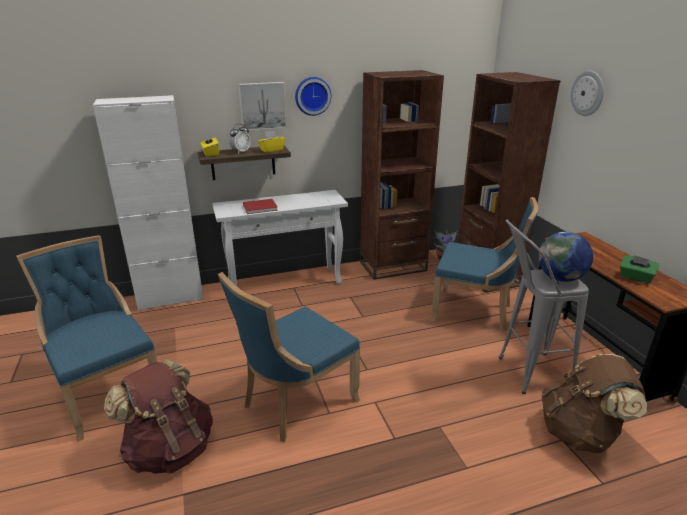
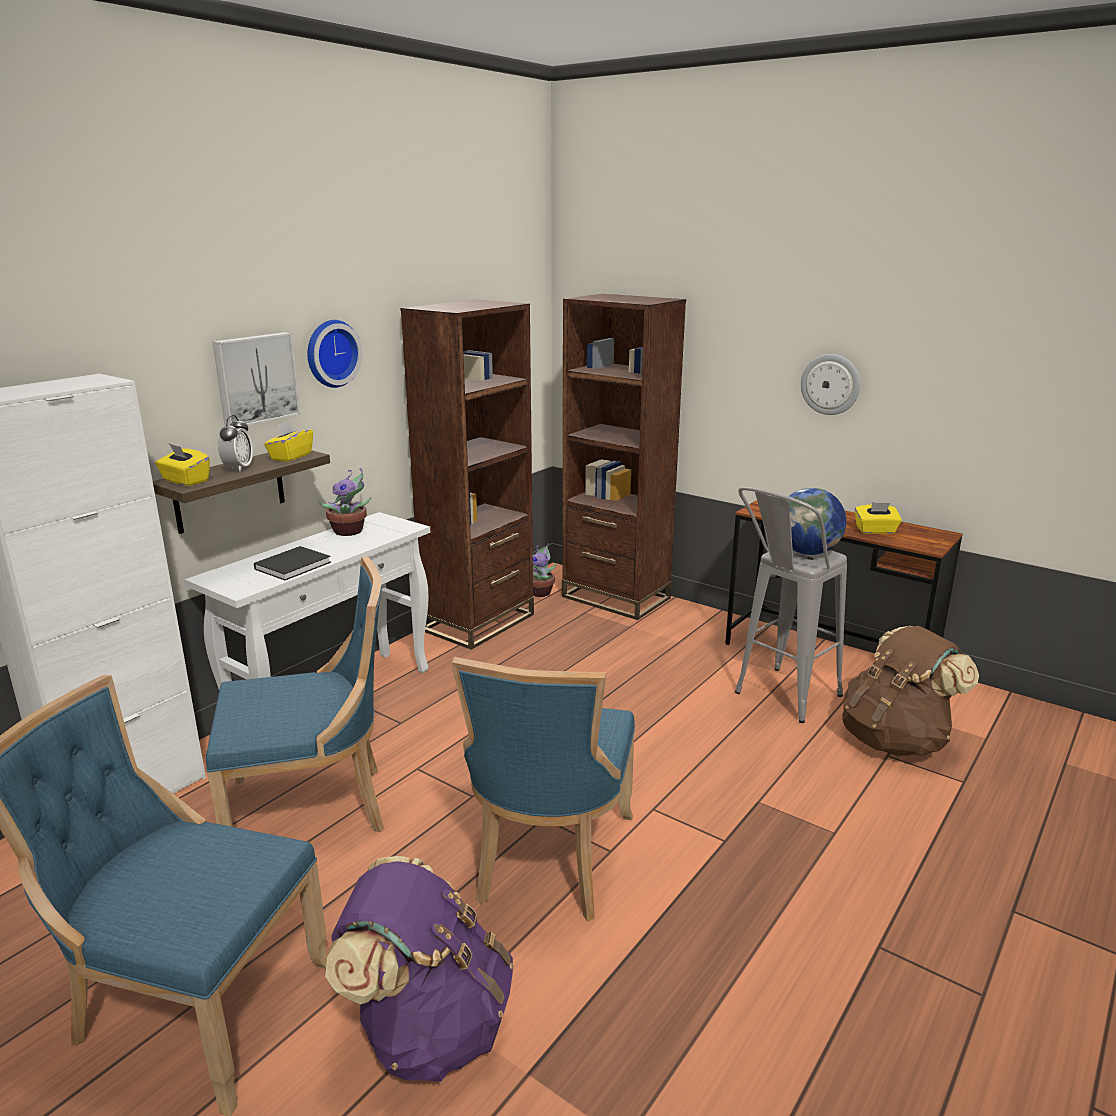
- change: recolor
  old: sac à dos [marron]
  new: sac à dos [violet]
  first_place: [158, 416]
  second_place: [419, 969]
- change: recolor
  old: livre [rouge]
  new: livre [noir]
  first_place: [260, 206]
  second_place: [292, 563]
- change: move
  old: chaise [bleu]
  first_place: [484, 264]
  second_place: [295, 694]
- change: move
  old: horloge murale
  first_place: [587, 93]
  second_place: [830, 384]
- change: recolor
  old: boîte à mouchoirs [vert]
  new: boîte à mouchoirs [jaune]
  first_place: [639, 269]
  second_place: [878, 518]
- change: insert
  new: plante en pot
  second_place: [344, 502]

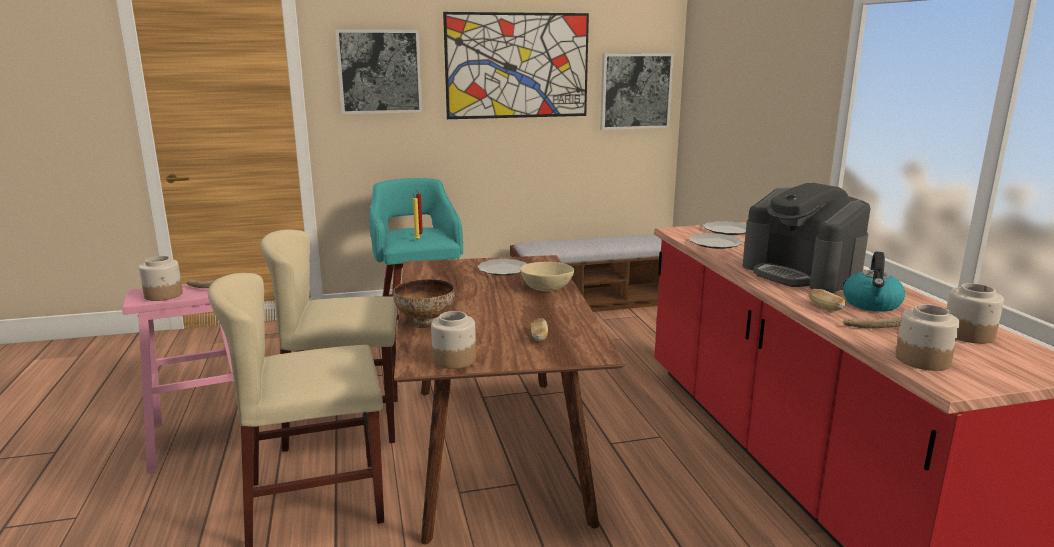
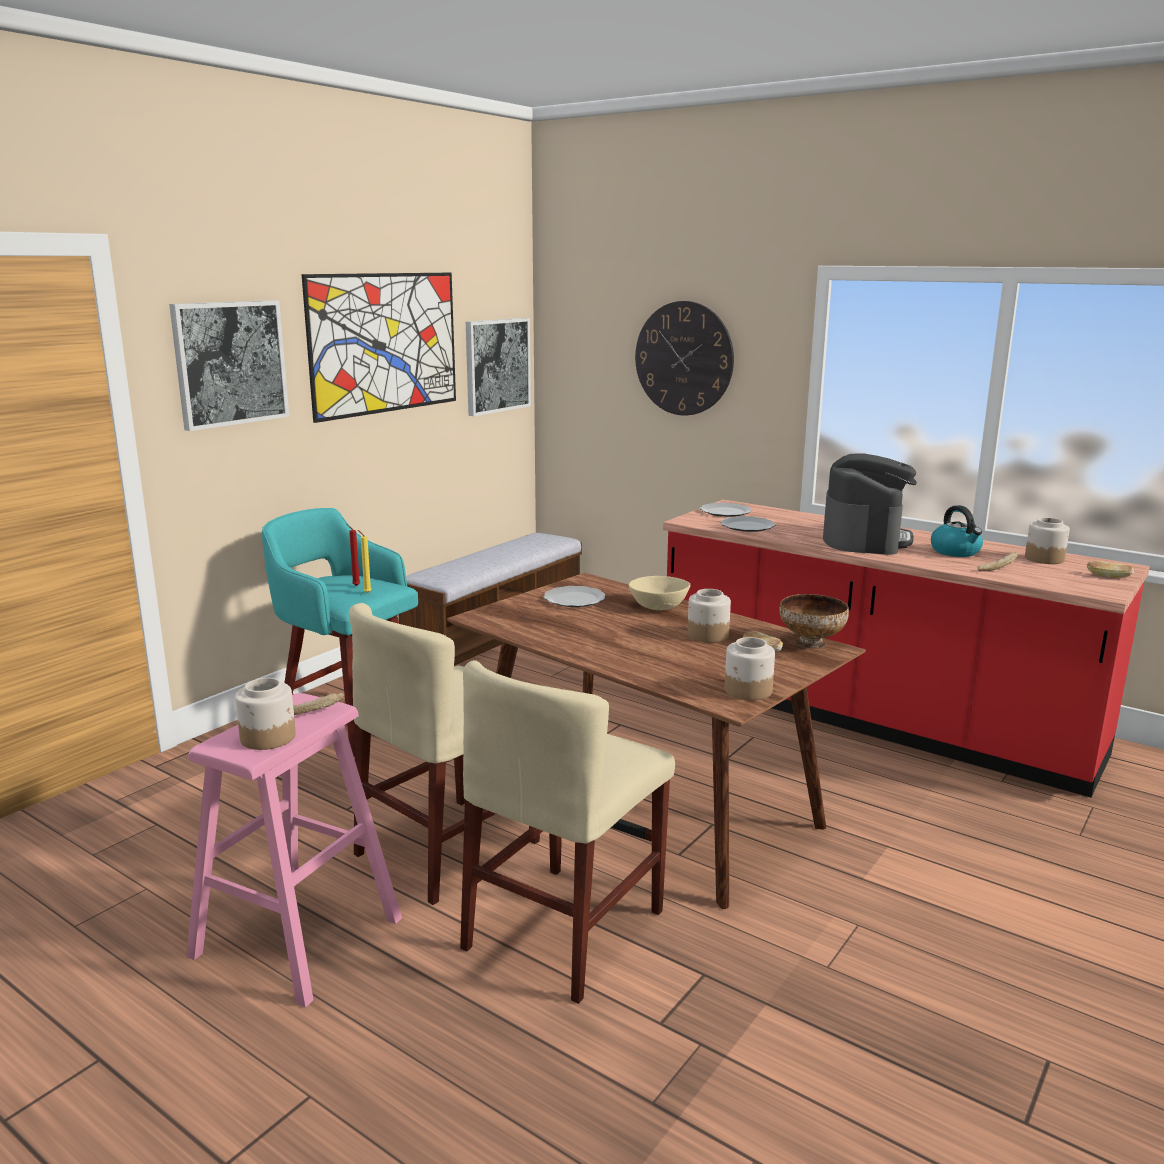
- change: move
  old: bol
  first_place: [424, 303]
  second_place: [814, 621]
- change: rotate
  old: machine à café
  first_place: [806, 238]
  second_place: [870, 504]
  degrees: -90
- change: move
  old: pain
  first_place: [827, 300]
  second_place: [1110, 569]
- change: move
  old: bocal
  first_place: [928, 337]
  second_place: [709, 616]
- change: insert
  new: horloge murale
  second_place: [684, 358]

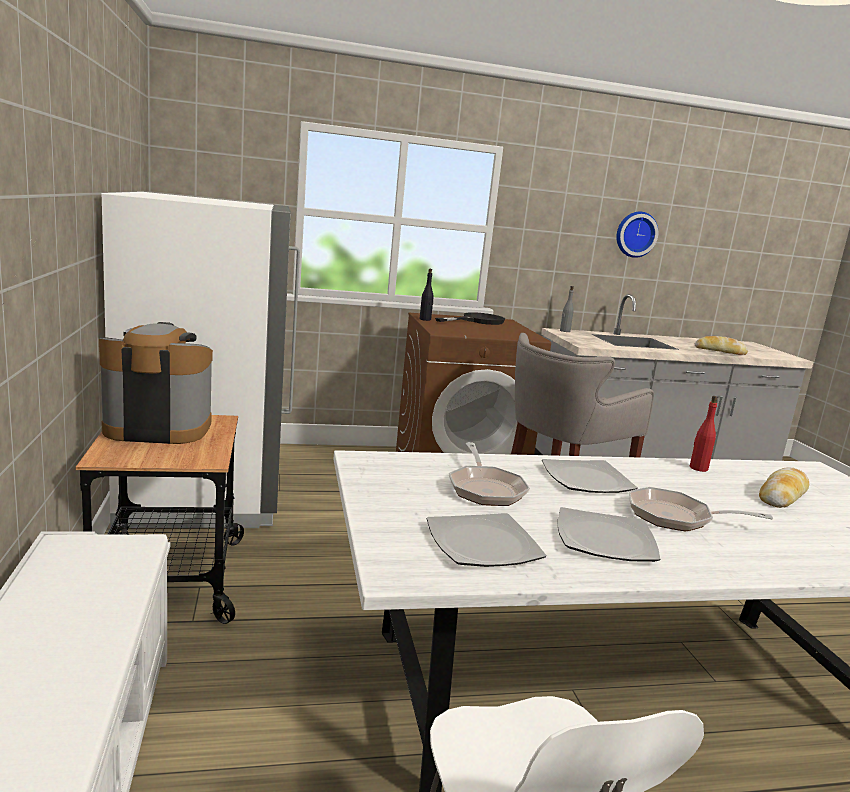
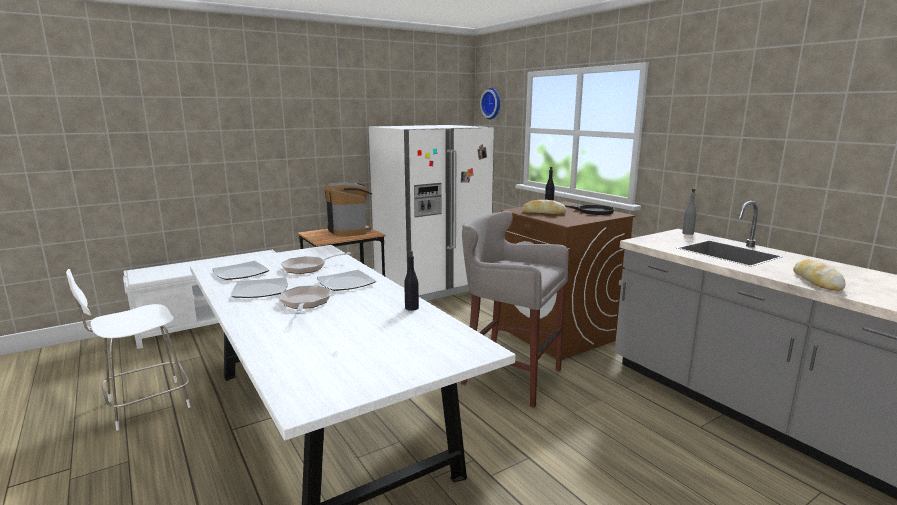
- change: move
  old: horloge murale
  first_place: [637, 235]
  second_place: [490, 103]
- change: recolor
  old: bouteille [rouge]
  new: bouteille [noir]
  first_place: [704, 434]
  second_place: [411, 281]
- change: move
  old: pain
  first_place: [784, 487]
  second_place: [544, 207]

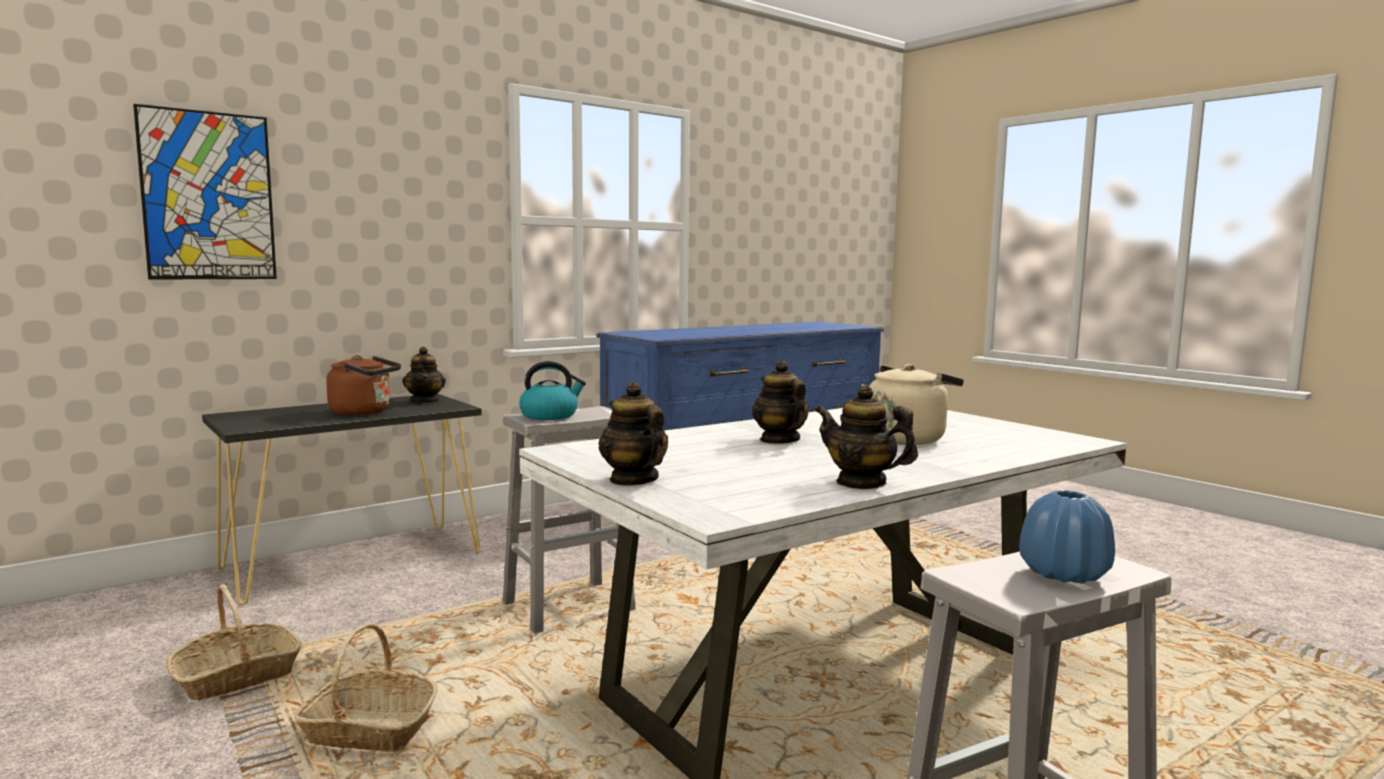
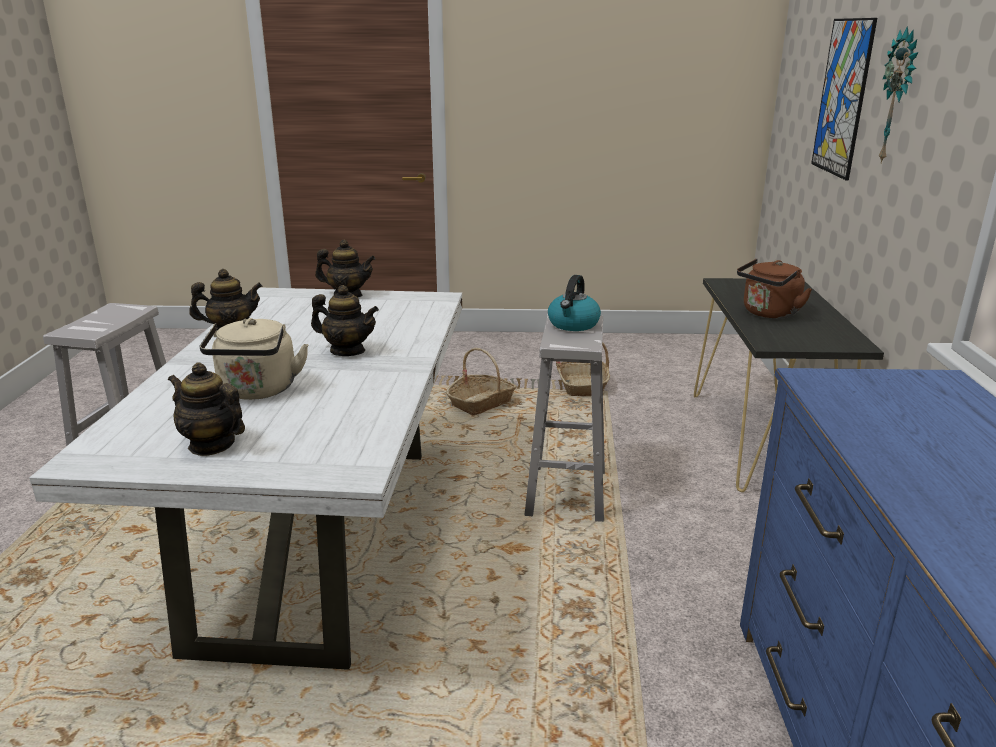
- change: move
  old: théière
  first_place: [424, 375]
  second_place: [206, 409]
- change: delete
  old: vase [bleu]
  first_place: [1067, 536]
- change: insert
  new: horloge murale
  second_place: [898, 94]

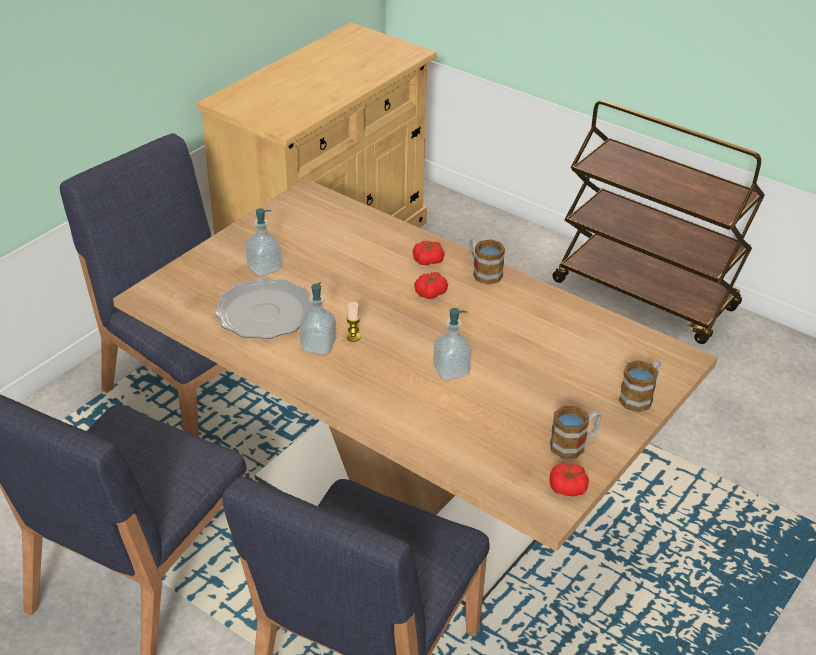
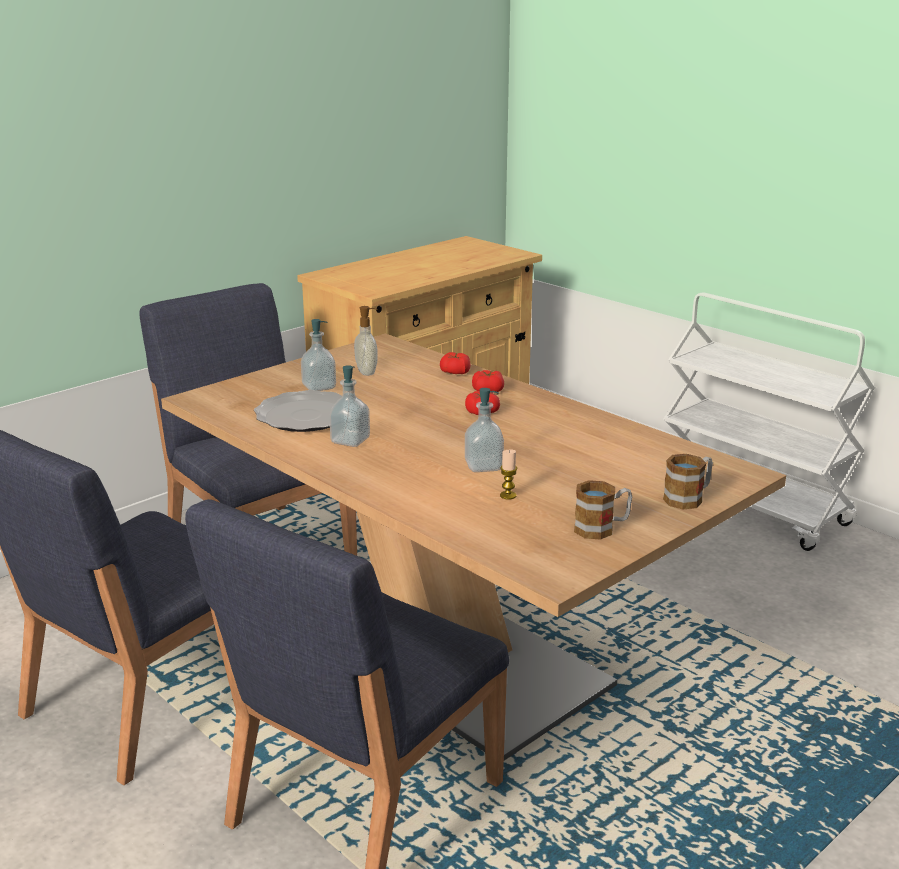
- change: move
  old: bougie
  first_place: [353, 322]
  second_place: [508, 475]
- change: delete
  old: mug
  first_place: [487, 262]
- change: move
  old: tomate
  first_place: [569, 480]
  second_place: [455, 363]
- change: recolor
  old: chariot [marron]
  new: chariot [blanc]
  first_place: [658, 222]
  second_place: [769, 421]
- change: insert
  new: distributeur de savon
  second_place: [366, 341]

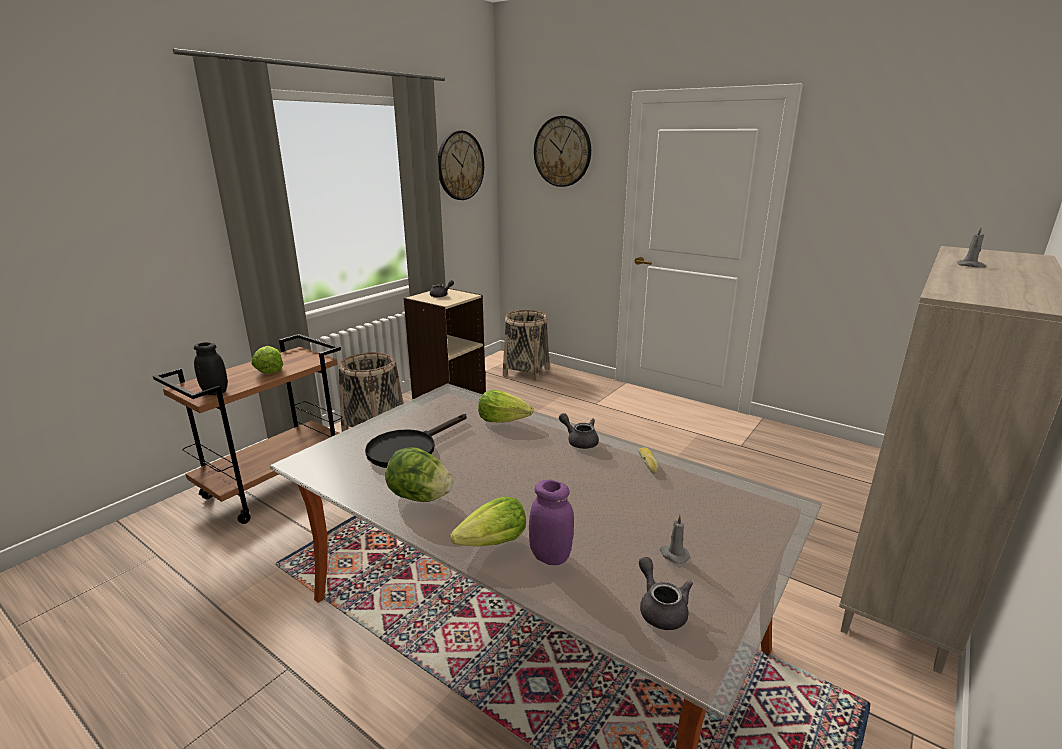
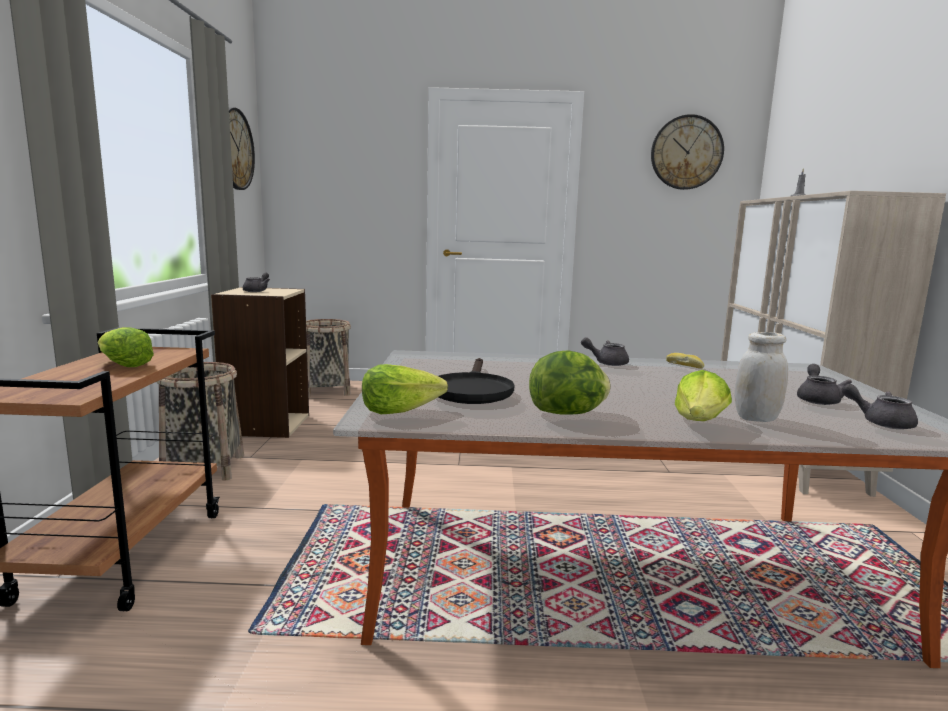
- change: delete
  old: bocal [noir]
  first_place: [211, 368]
- change: move
  old: laitue
  first_place: [505, 406]
  second_place: [405, 389]
- change: recolor
  old: bocal [violet]
  new: bocal [blanc]
  first_place: [551, 522]
  second_place: [761, 377]
- change: move
  old: horloge murale
  first_place: [562, 151]
  second_place: [687, 152]
- change: replace
  old: bougie [gris]
  new: théière [gris]
  first_place: [675, 539]
  second_place: [824, 384]

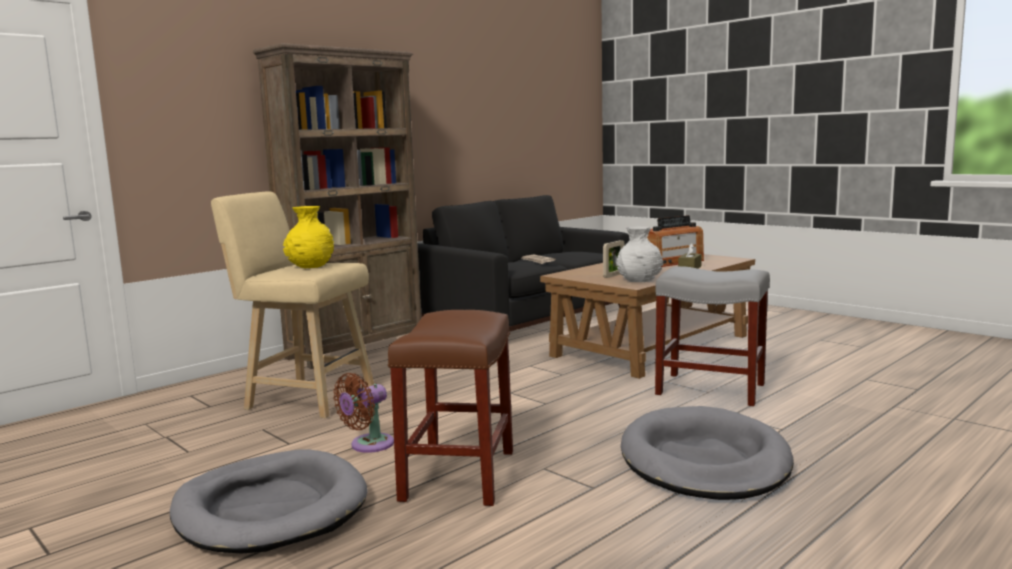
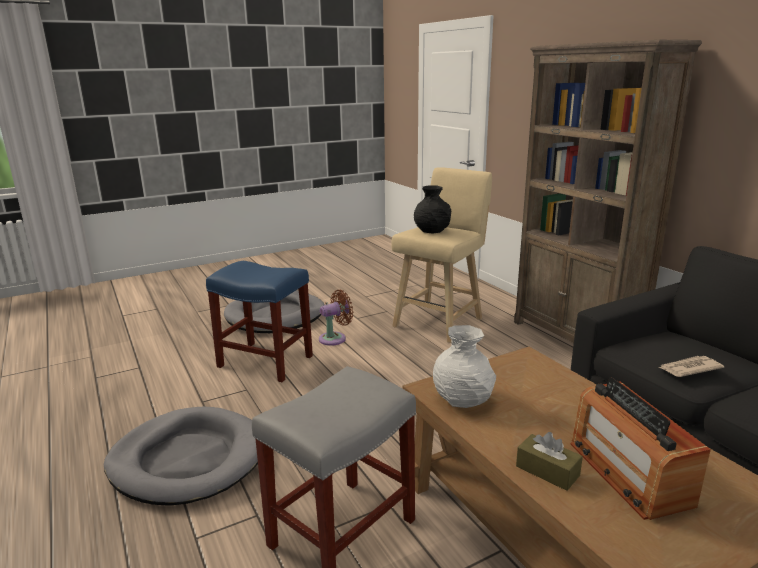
- change: recolor
  old: vase [jaune]
  new: vase [noir]
  first_place: [308, 237]
  second_place: [432, 209]
- change: rotate
  old: ventilateur [marron]
  first_place: [363, 413]
  second_place: [336, 318]
  degrees: 90
- change: recolor
  old: tabouret [marron]
  new: tabouret [bleu]
  first_place: [450, 408]
  second_place: [259, 321]
- change: delete
  old: cadre photo
  first_place: [613, 259]

